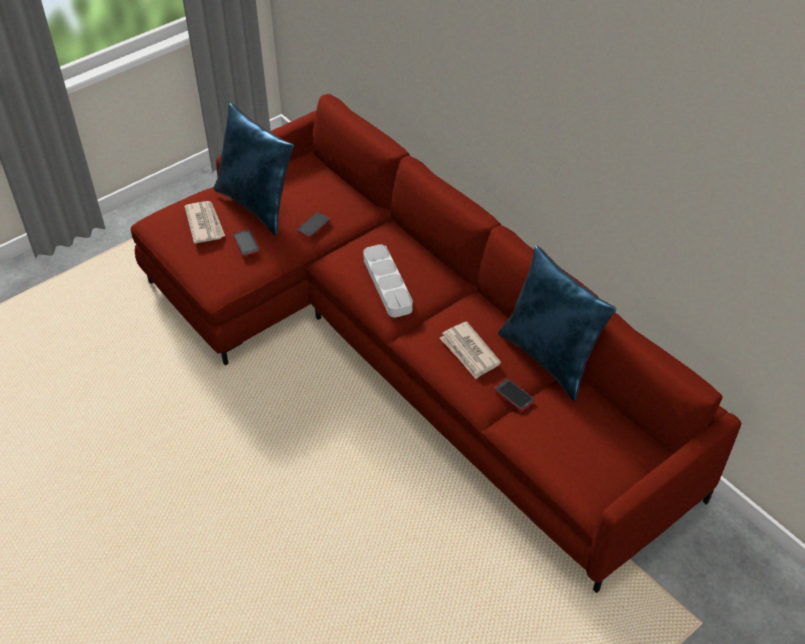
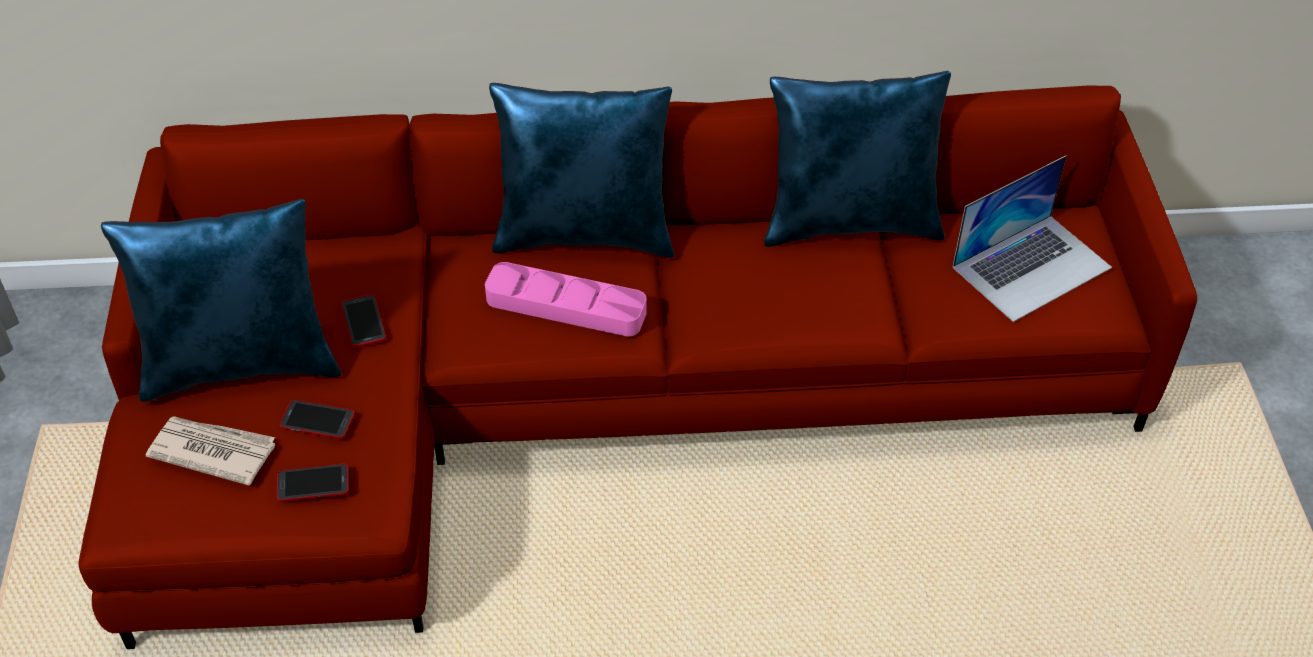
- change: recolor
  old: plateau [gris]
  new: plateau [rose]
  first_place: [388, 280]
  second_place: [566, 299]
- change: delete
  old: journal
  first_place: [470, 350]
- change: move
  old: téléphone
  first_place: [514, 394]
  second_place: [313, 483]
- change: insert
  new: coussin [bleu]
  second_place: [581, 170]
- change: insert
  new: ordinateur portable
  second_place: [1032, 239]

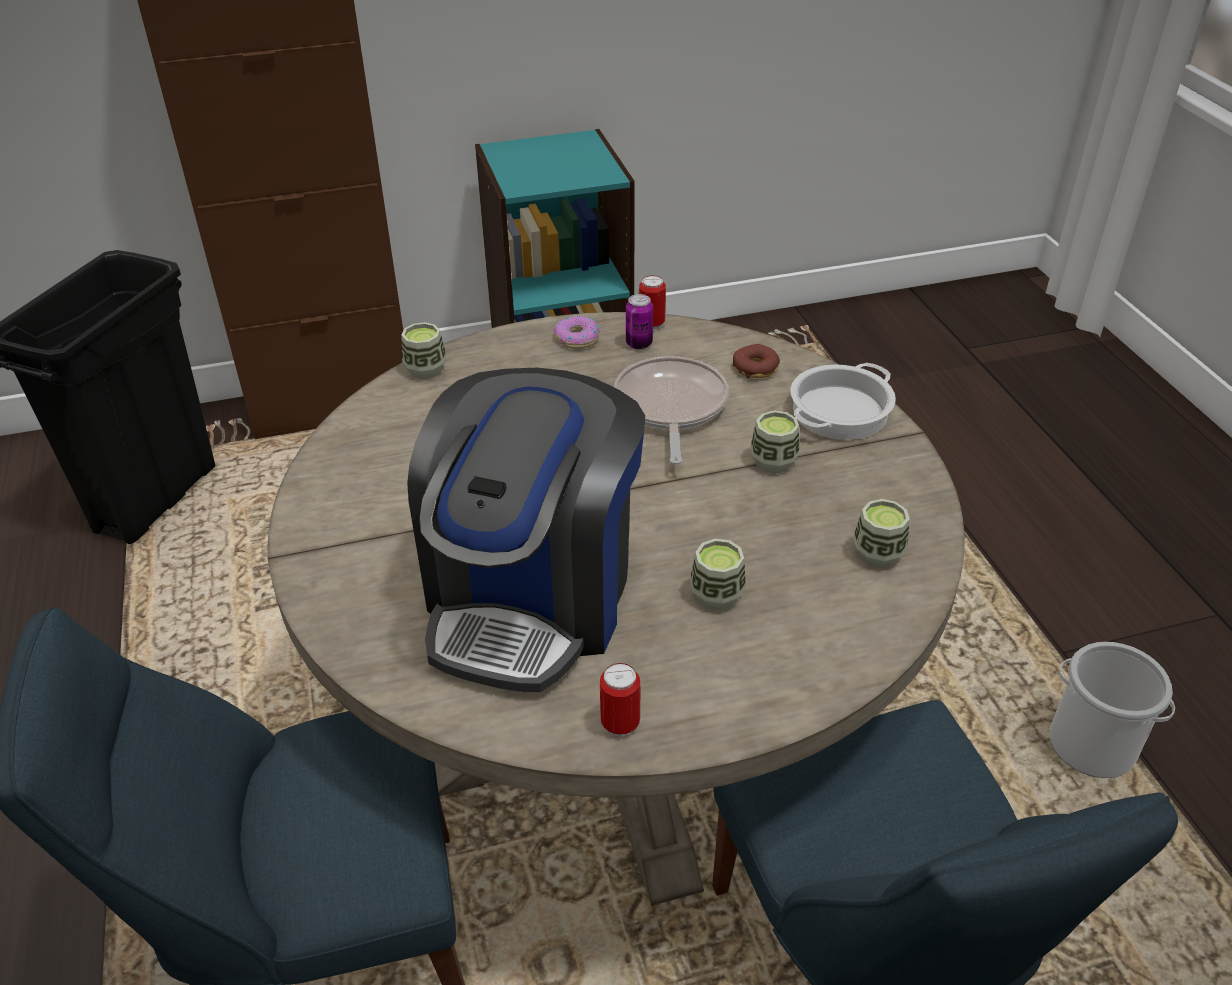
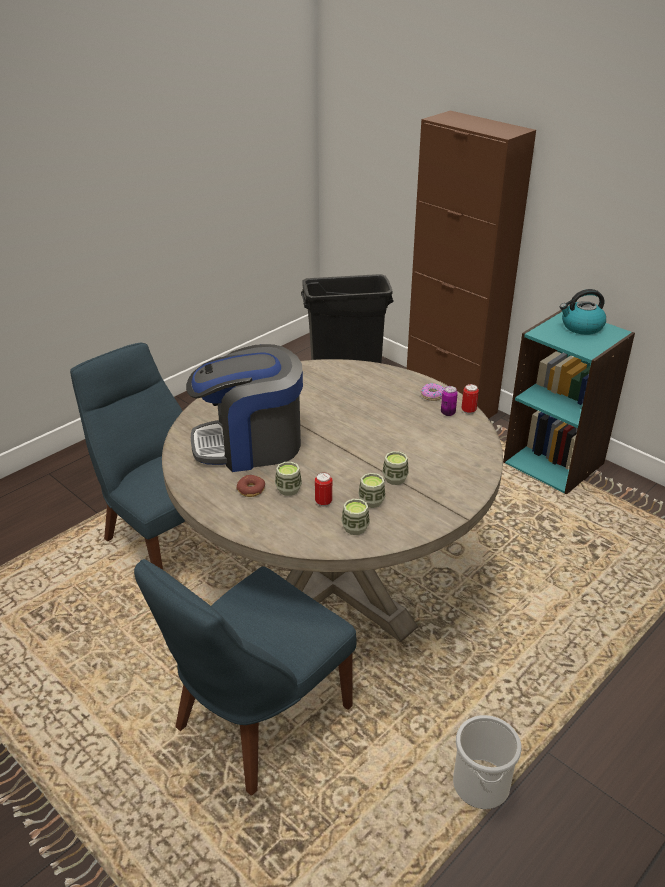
- change: move
  old: tasse
  first_place: [424, 350]
  second_place: [371, 490]
- change: move
  old: boîte métallique
  first_place: [620, 699]
  second_place: [323, 489]
- change: delete
  old: poêle
  first_place: [671, 410]
- change: move
  old: beignet
  first_place: [756, 361]
  second_place: [250, 486]
- change: delete
  old: marmite
  first_place: [843, 401]
- change: insert
  new: bouilloire
  second_place: [583, 312]

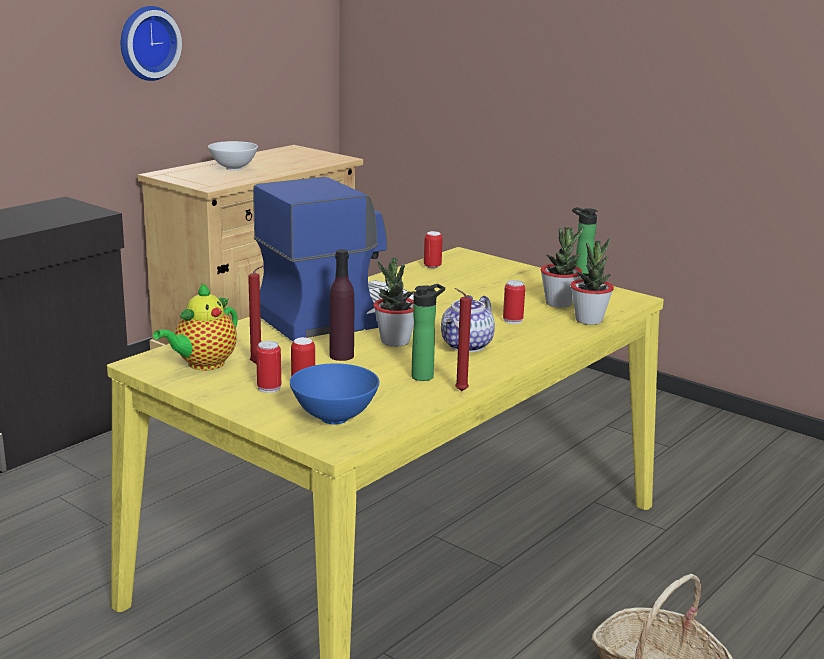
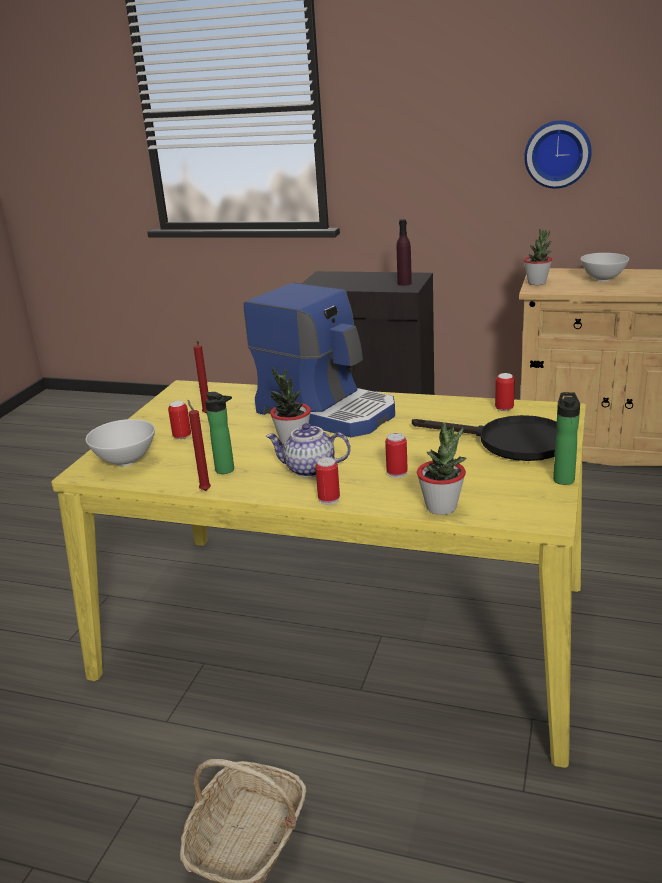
- change: delete
  old: théière
  first_place: [195, 327]
- change: move
  old: boîte métallique
  first_place: [268, 367]
  second_place: [327, 481]
- change: recolor
  old: bol [bleu]
  new: bol [blanc]
  first_place: [334, 393]
  second_place: [120, 442]
- change: move
  old: bouteille [violet]
  first_place: [341, 305]
  second_place: [404, 252]
- change: move
  old: plante en pot
  first_place: [562, 267]
  second_place: [538, 257]
- change: insert
  new: poêle [noir]
  second_place: [484, 438]

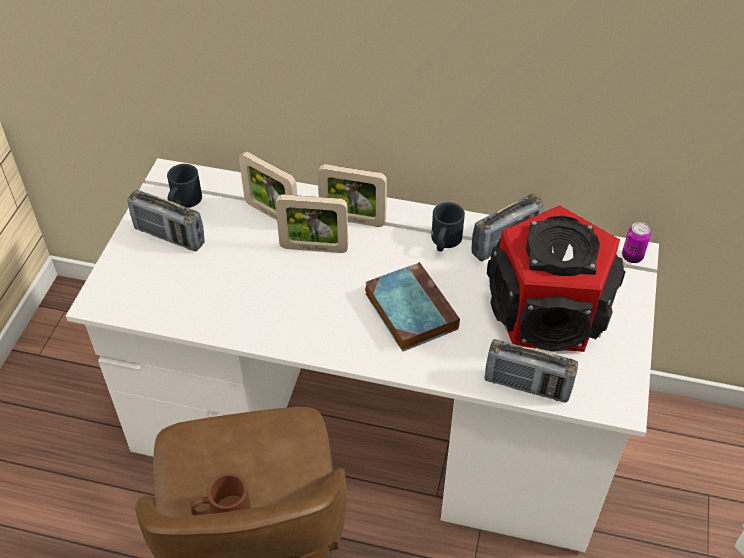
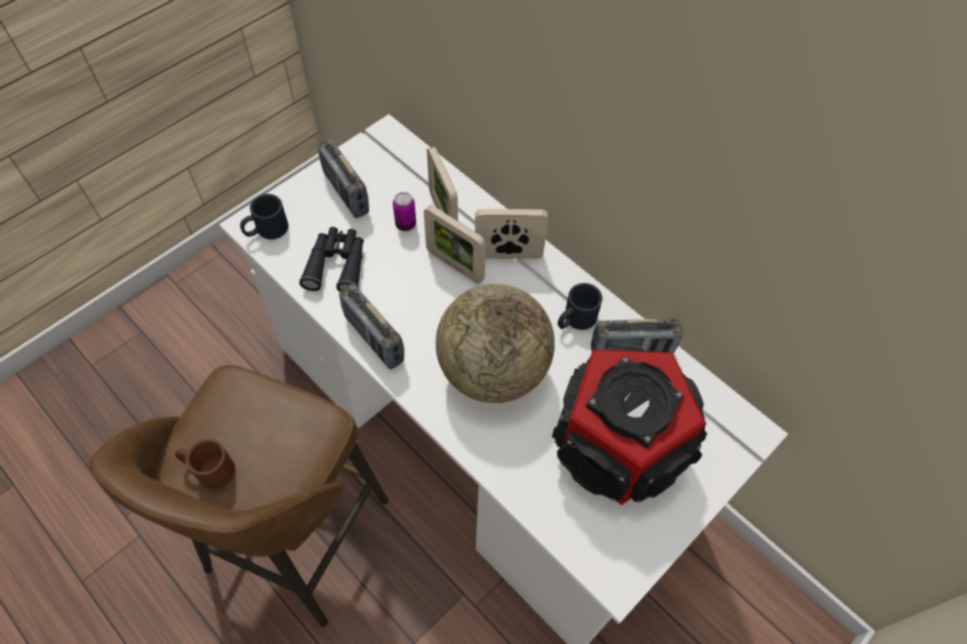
- change: move
  old: mug [noir]
  first_place: [184, 186]
  second_place: [264, 216]
- change: rotate
  old: cadre photo
  first_place: [352, 195]
  second_place: [511, 234]
  degrees: 135
- change: replace
  old: livre
  new: globe
  first_place: [412, 307]
  second_place: [495, 343]
- change: move
  old: radio
  first_place: [531, 371]
  second_place: [371, 326]
- change: move
  old: boîte métallique
  first_place: [636, 242]
  second_place: [404, 211]
- change: insert
  new: jumelles [noir]
  second_place: [331, 259]

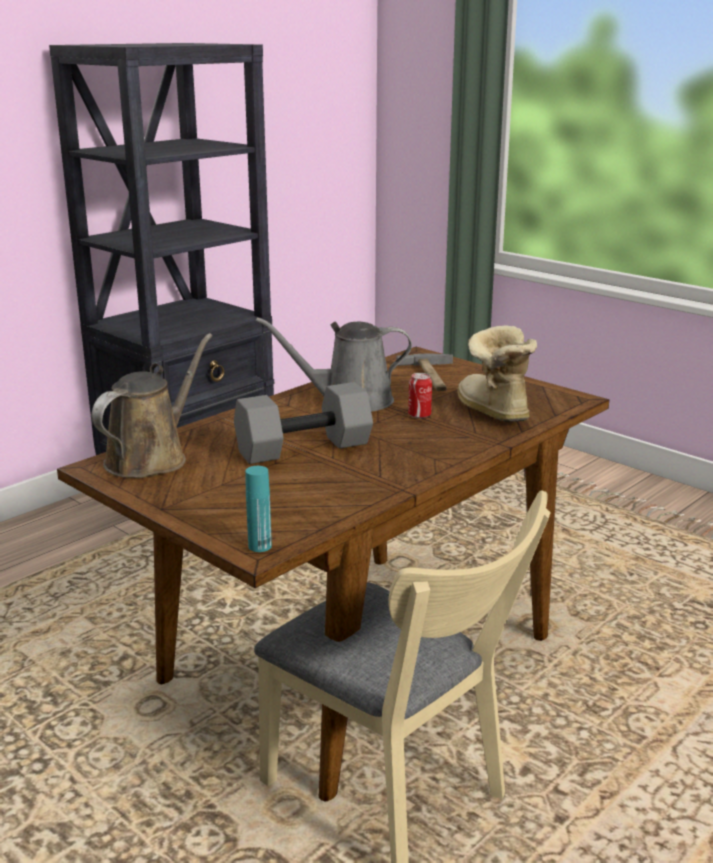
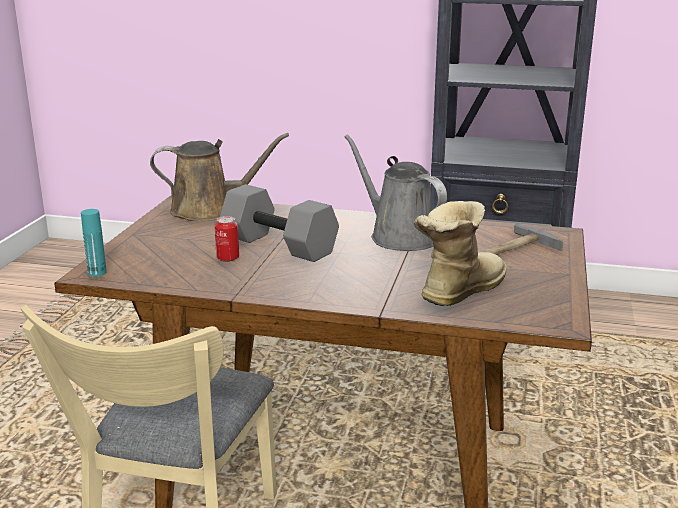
- change: move
  old: boîte métallique
  first_place: [420, 396]
  second_place: [227, 239]

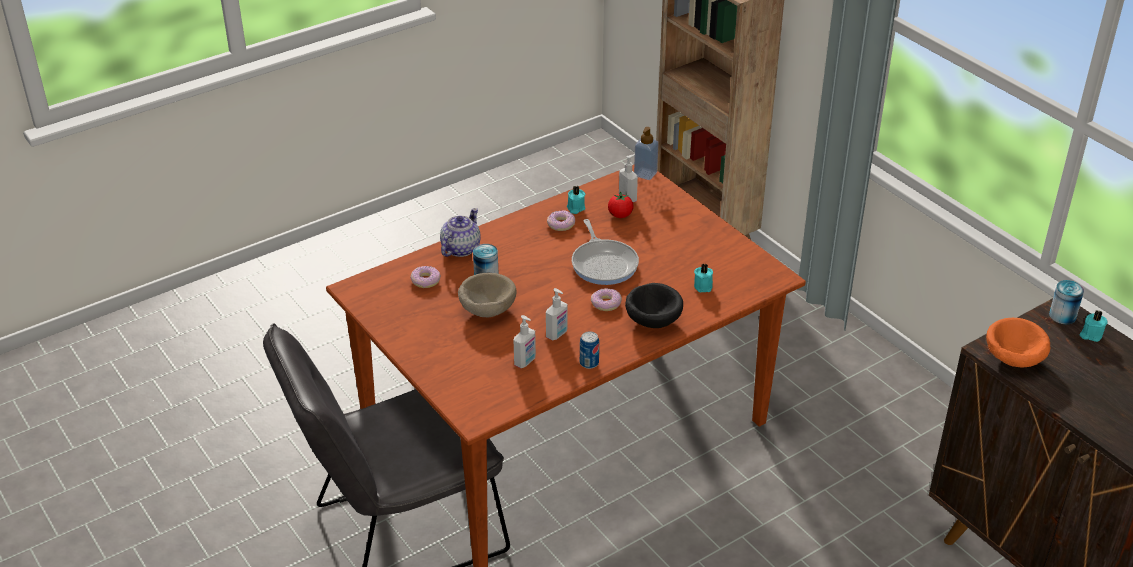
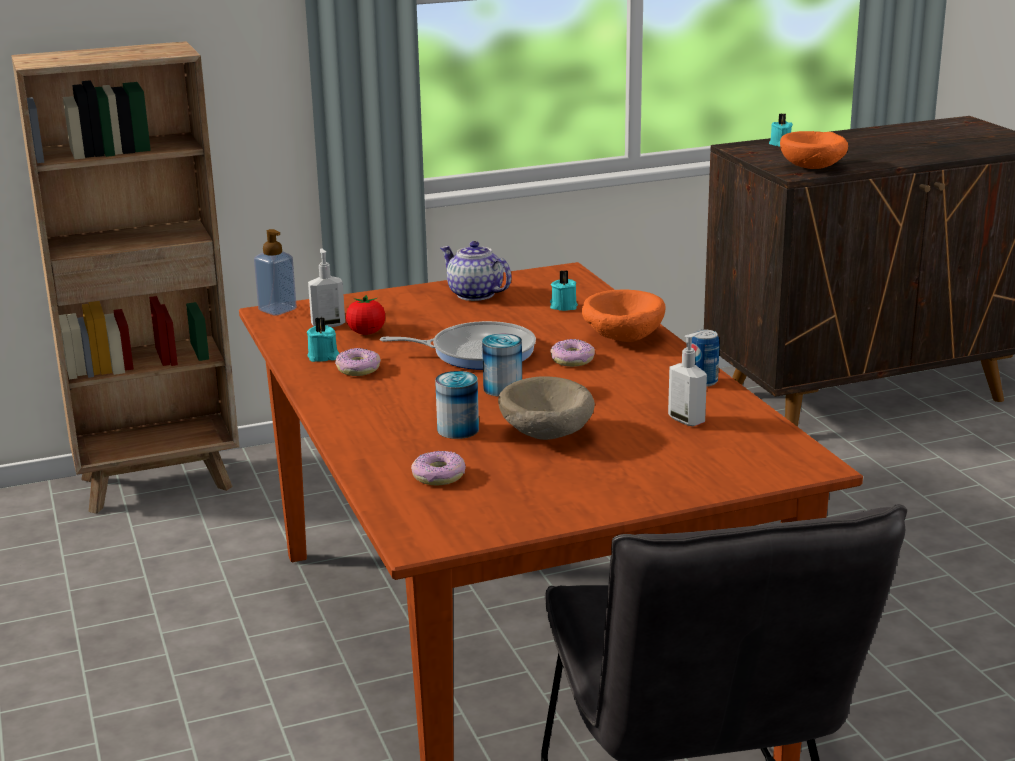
- change: move
  old: théière
  first_place: [460, 232]
  second_place: [476, 271]
- change: delete
  old: distributeur de savon
  first_place: [557, 314]
- change: recolor
  old: bol [noir]
  new: bol [orange]
  first_place: [654, 305]
  second_place: [624, 316]
- change: move
  old: boîte métallique
  first_place: [1066, 302]
  second_place: [502, 365]

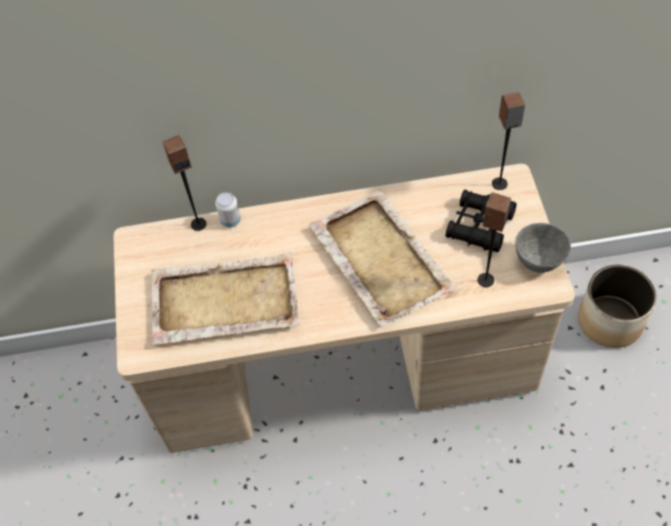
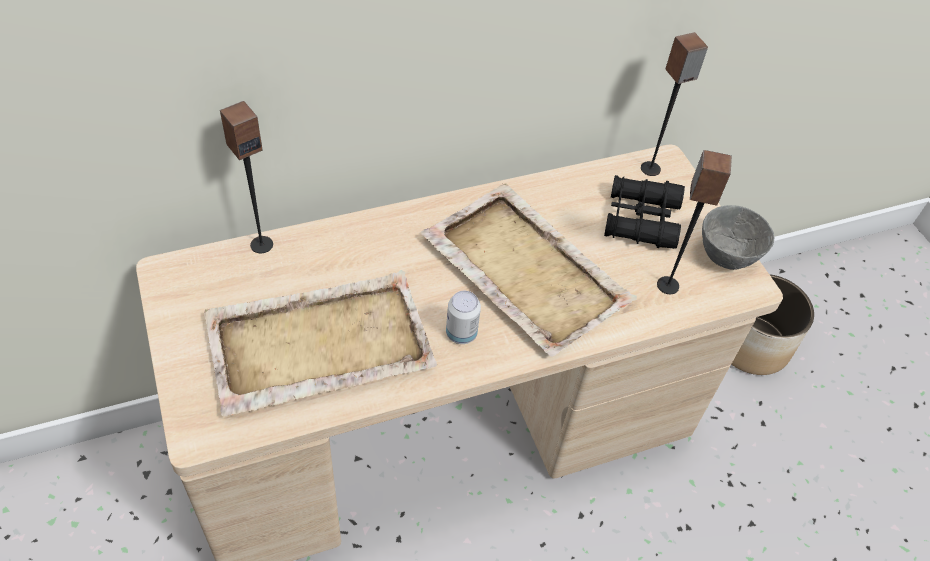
- change: move
  old: boîte métallique
  first_place: [228, 210]
  second_place: [463, 317]

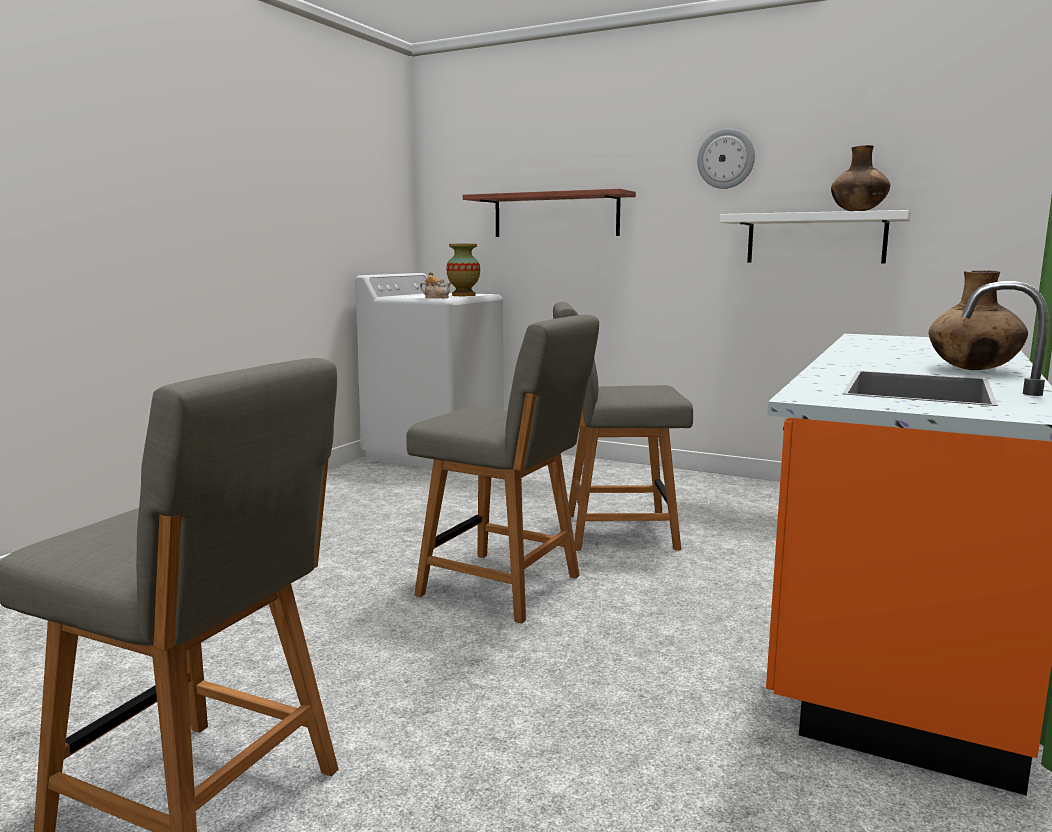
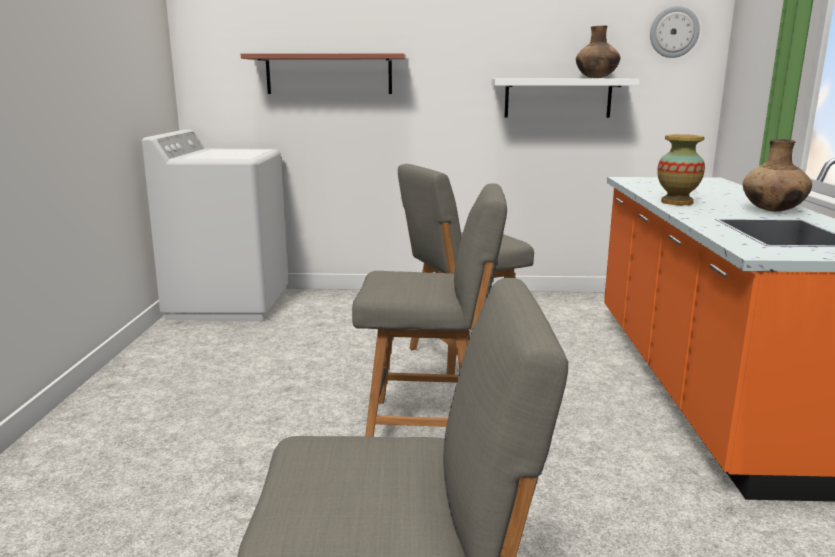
- change: delete
  old: théière
  first_place: [435, 284]
- change: move
  old: vase
  first_place: [463, 270]
  second_place: [681, 169]
- change: move
  old: horloge murale
  first_place: [726, 159]
  second_place: [675, 32]

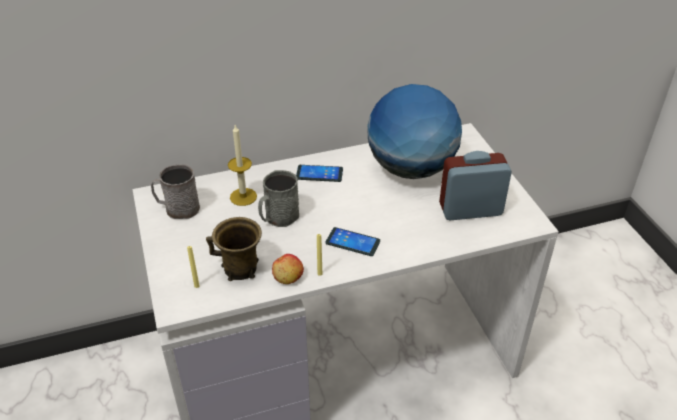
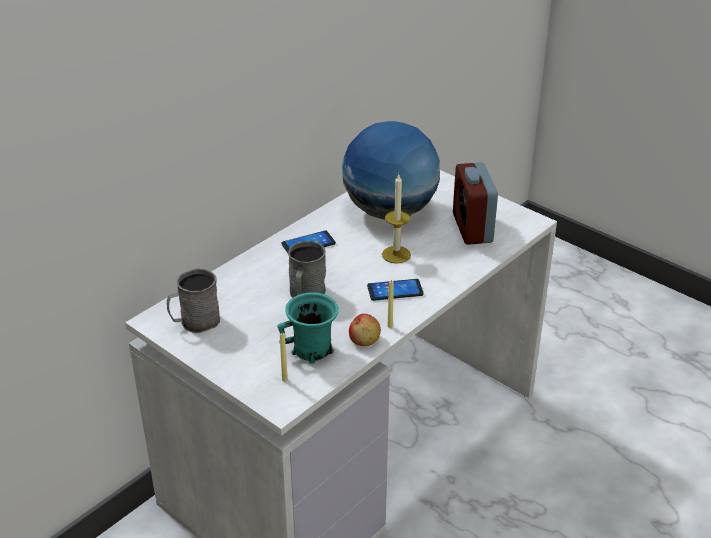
- change: recolor
  old: mug [marron]
  new: mug [turquoise]
  first_place: [234, 249]
  second_place: [308, 328]
- change: move
  old: bougie
  first_place: [242, 165]
  second_place: [396, 219]
- change: rotate
  old: réveil
  first_place: [475, 185]
  second_place: [475, 203]
  degrees: -60

